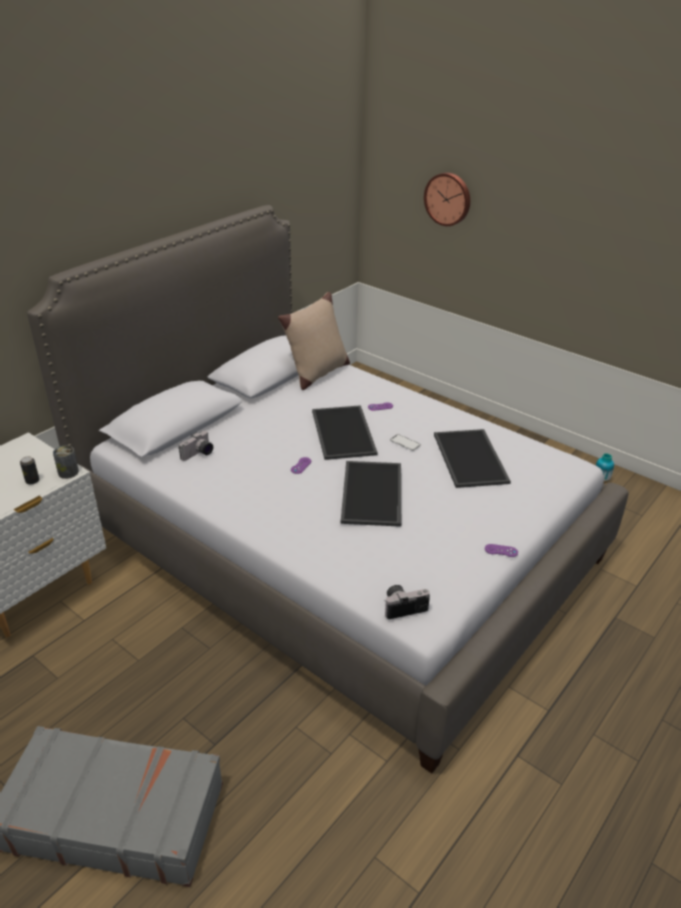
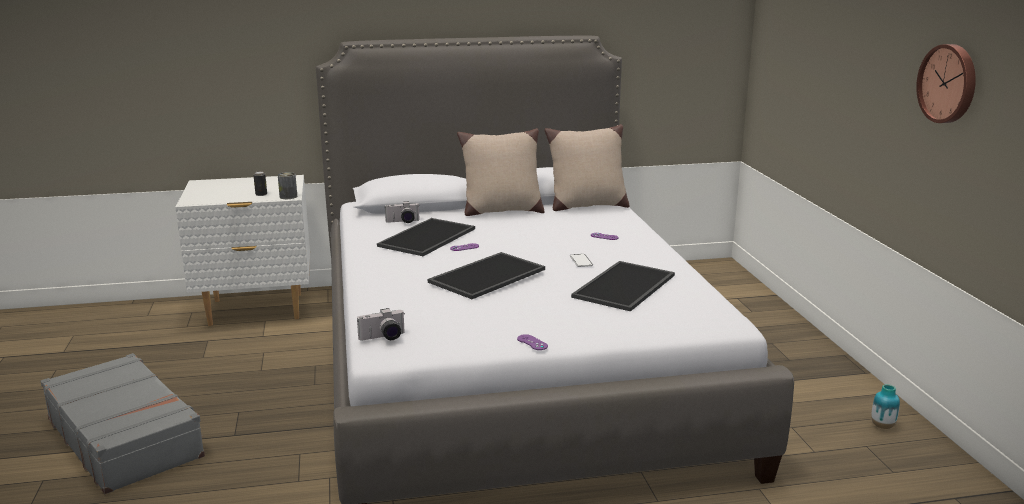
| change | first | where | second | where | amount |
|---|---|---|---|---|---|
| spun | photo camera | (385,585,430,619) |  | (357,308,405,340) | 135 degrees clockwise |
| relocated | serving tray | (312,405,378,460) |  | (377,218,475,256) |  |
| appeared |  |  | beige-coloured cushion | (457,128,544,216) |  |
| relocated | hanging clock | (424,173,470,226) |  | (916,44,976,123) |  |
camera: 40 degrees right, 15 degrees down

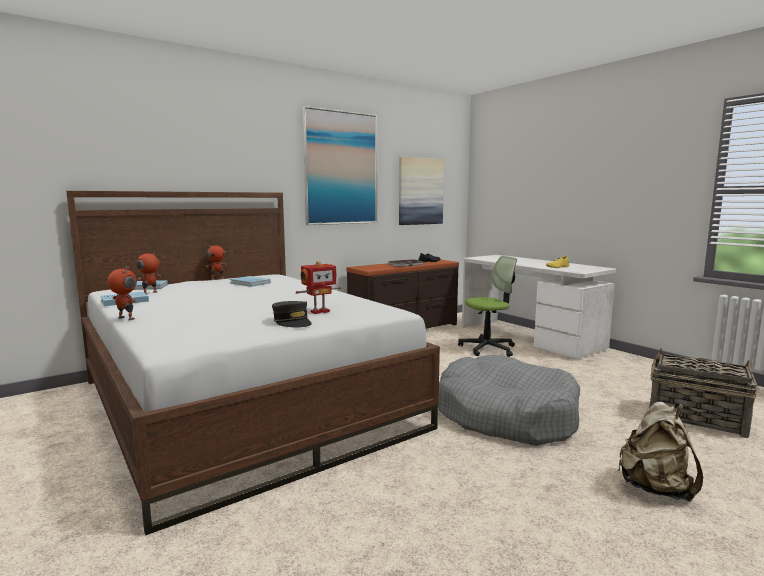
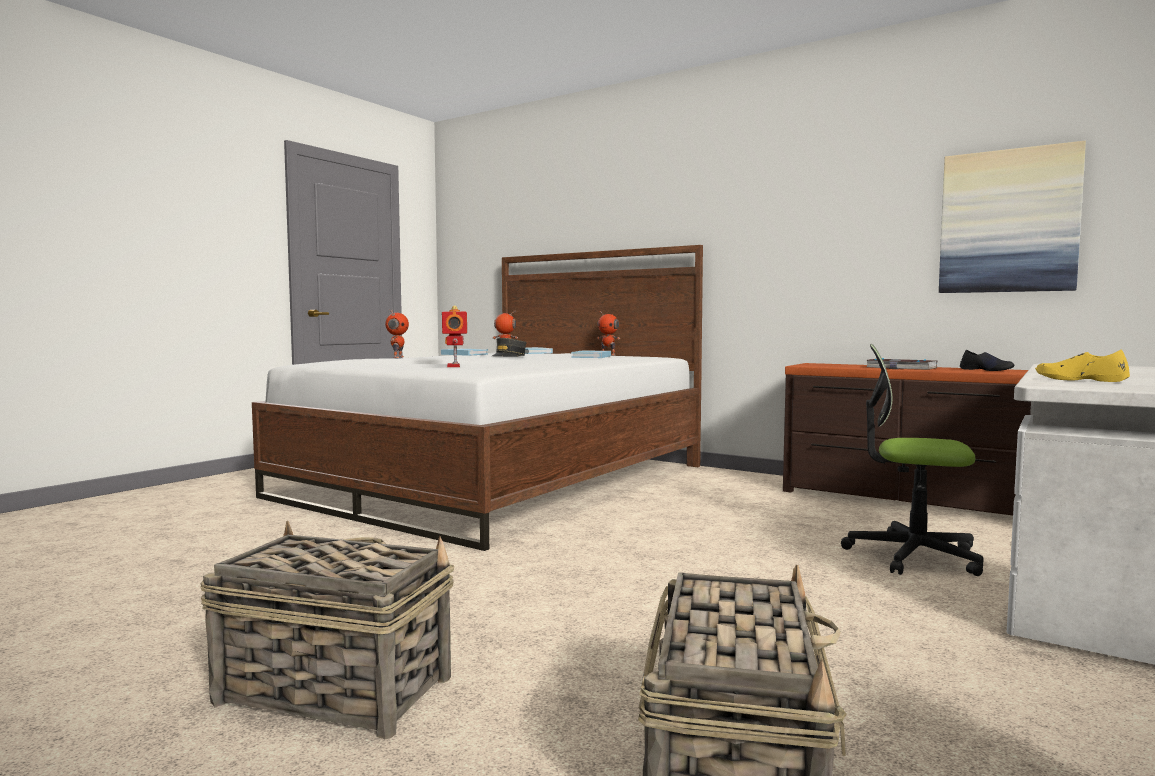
| change | first | where | second | where | amount |
|---|---|---|---|---|---|
| exchanged | beige-coloured backpack | (618,402,703,502) | storage basket | (200,521,454,739) |  |
| spun | robot figure | (296,260,341,314) |  | (442,305,467,367) | 45 degrees clockwise |
| relocated | gray cap | (272,301,312,328) |  | (492,338,527,357) |  |
| spun | computer chair | (458,256,517,357) |  | (841,344,984,576) | 150 degrees clockwise |
| missing | picture | (303,106,377,225) |  |  |  |
| missing | gray dog cushion | (438,355,580,446) |  |  |  |
camera: 70 degrees right, 5 degrees down

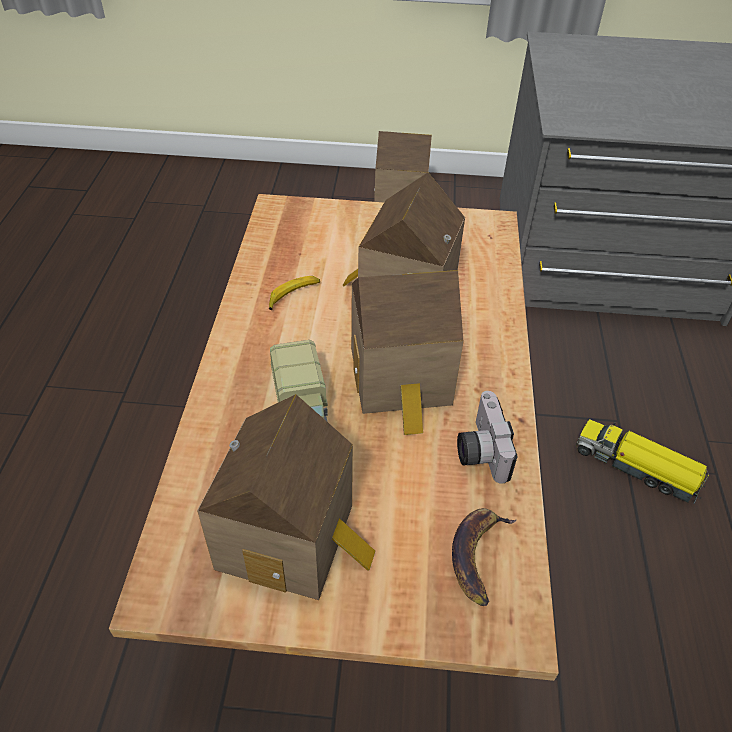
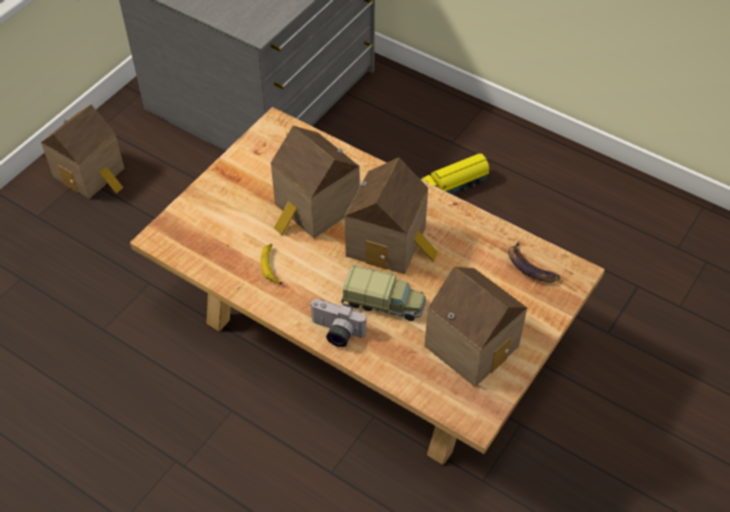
| change | first | where | second | where | amount |
|---|---|---|---|---|---|
| relocated | photo camera | (457,391,518,484) |  | (310,299,366,347) |  |
camera: 60 degrees left, 5 degrees up

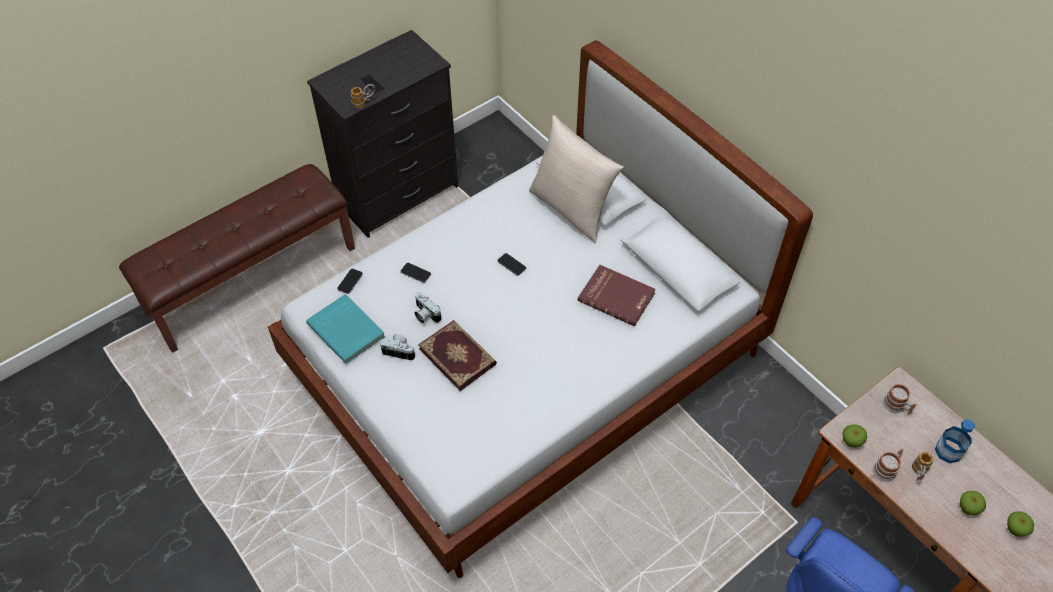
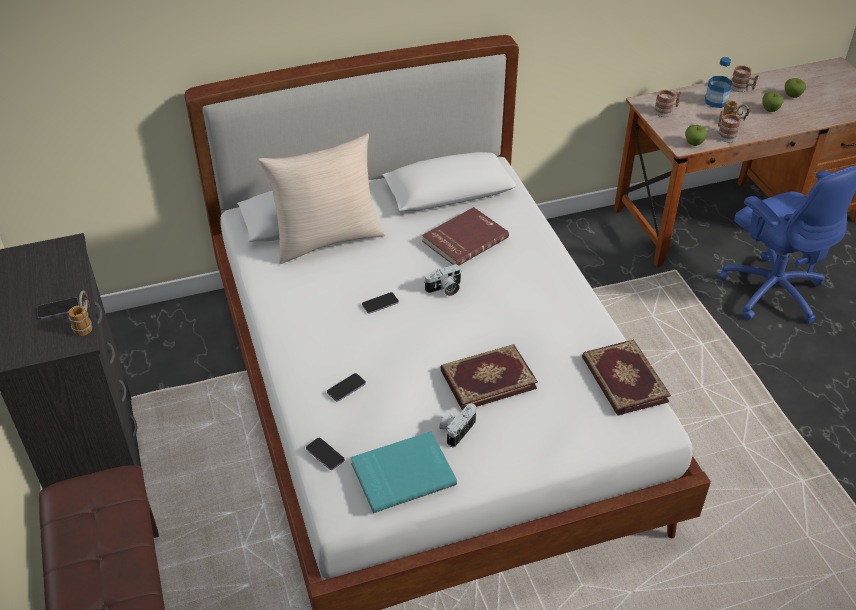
| change | first | where | second | where | amount |
|---|---|---|---|---|---|
| relocated | photo camera | (415,292,441,323) |  | (425,264,461,296) |  |
| appeared |  |  | volume | (582,339,671,416) |  |
| appeared |  |  | tea mug | (731,66,759,92) |  |
camera: 70 degrees left, 10 degrees down

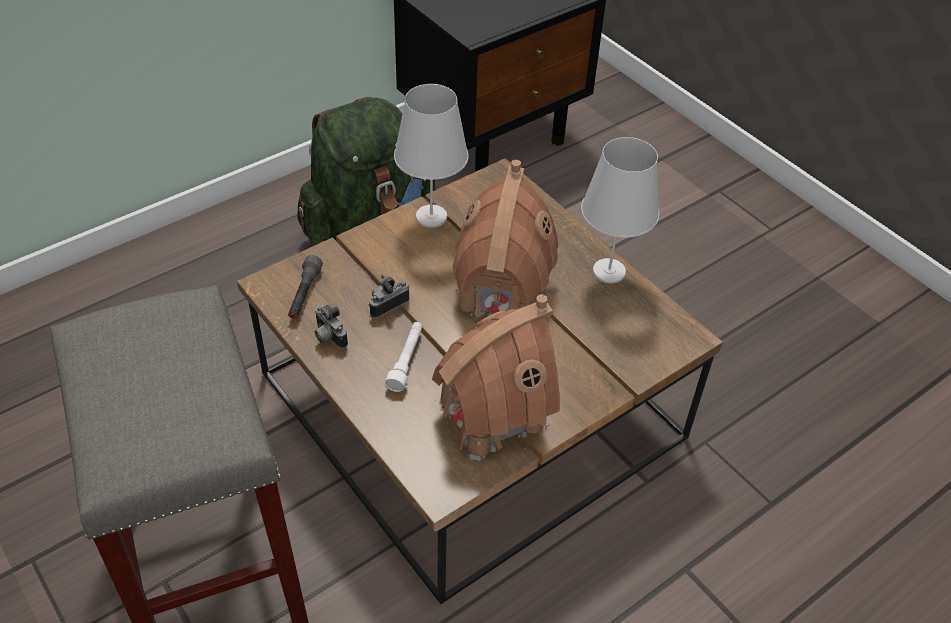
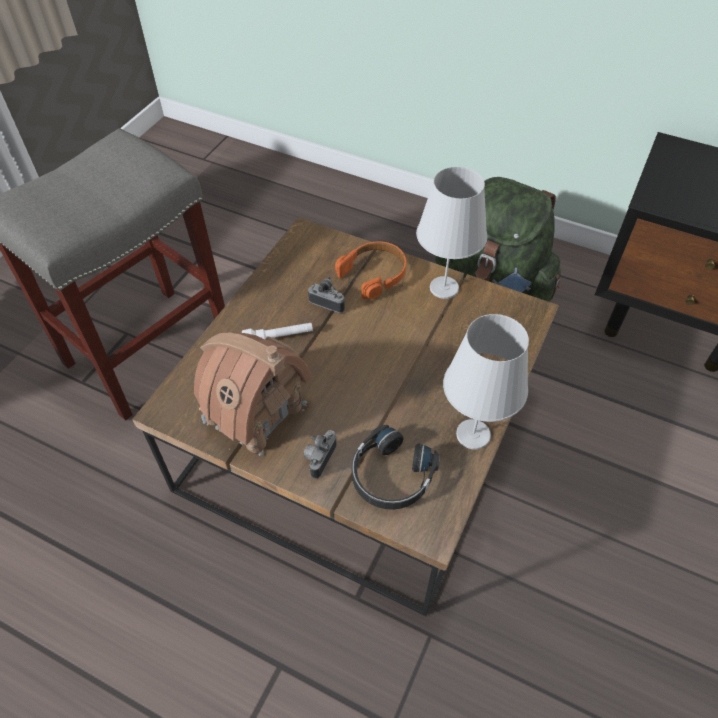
| change | first | where | second | where | amount |
|---|---|---|---|---|---|
| relocated | photo camera | (315,304,348,349) |  | (303,430,337,479) |  |
| appeared |  |  | orange headphones | (335,241,406,299) |  |
| appeared |  |  | blackish headphones | (352,425,439,510) |  |
| missing | gray flashlight | (288,255,323,319) |  |  |  |
| missing | model house | (453,160,558,317) |  |  |  |
camera: 65 degrees right, 5 degrees up

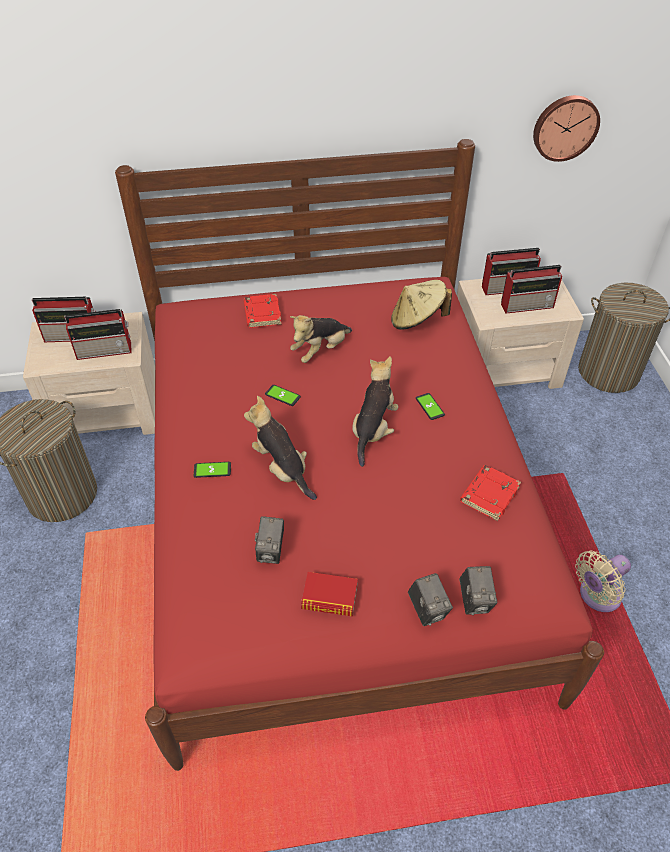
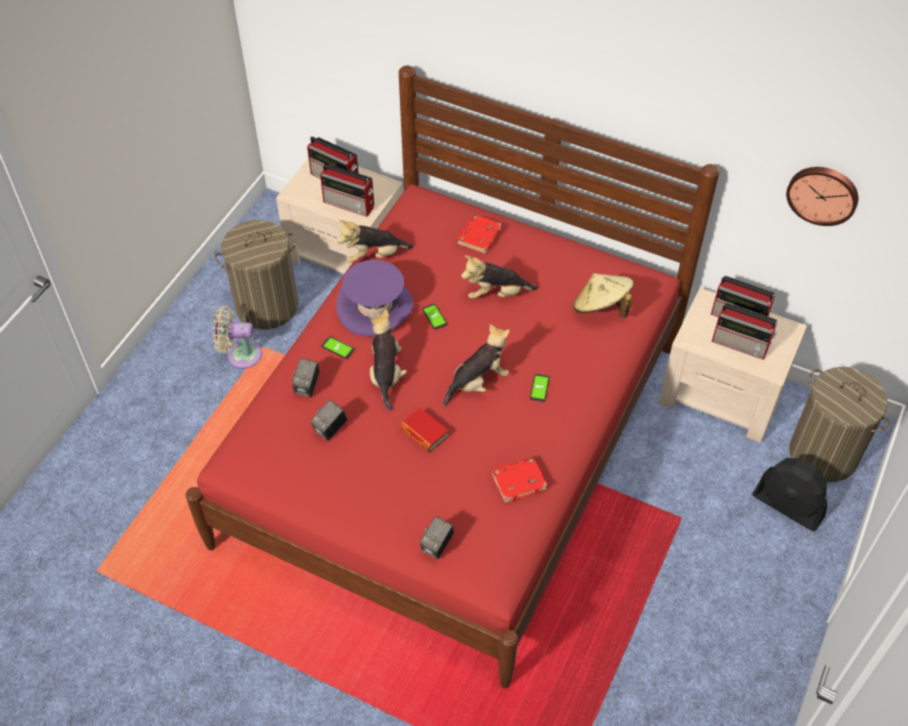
| change | first | where | second | where | amount |
|---|---|---|---|---|---|
| relocated | beige-coloured electric fan | (575,551,631,612) |  | (213,306,262,369) |  |
| relocated | photo camera | (408,573,453,626) |  | (292,358,320,397) |  |
| appeared |  |  | purplish clothing hat | (336,260,414,337) |  |
| appeared |  |  | cuddly toy | (338,220,414,263) |  |
| relocated | volume | (301,572,358,616) |  | (400,408,449,453) |  |
| appeared |  |  | blackish electric fan | (752,458,827,532) |  |
camera: 35 degrees right, 5 degrees up

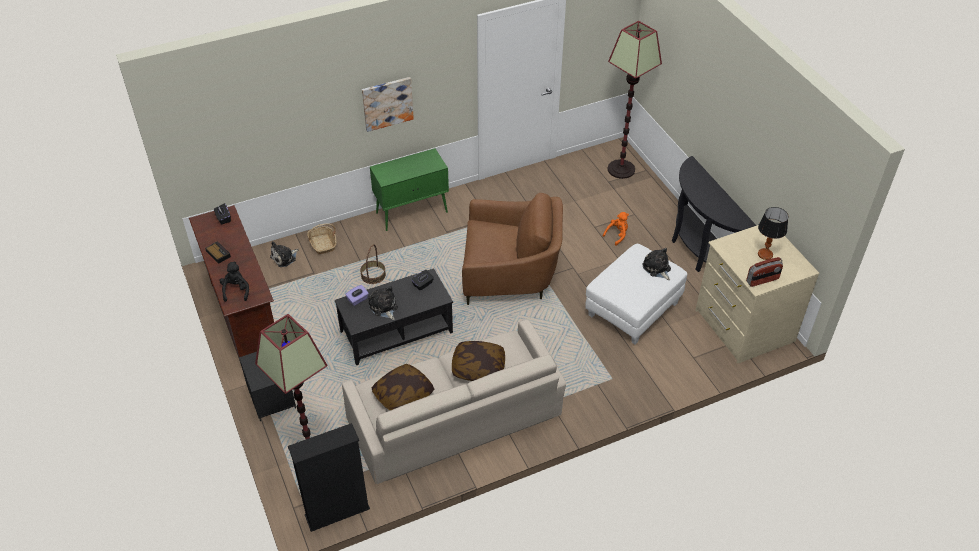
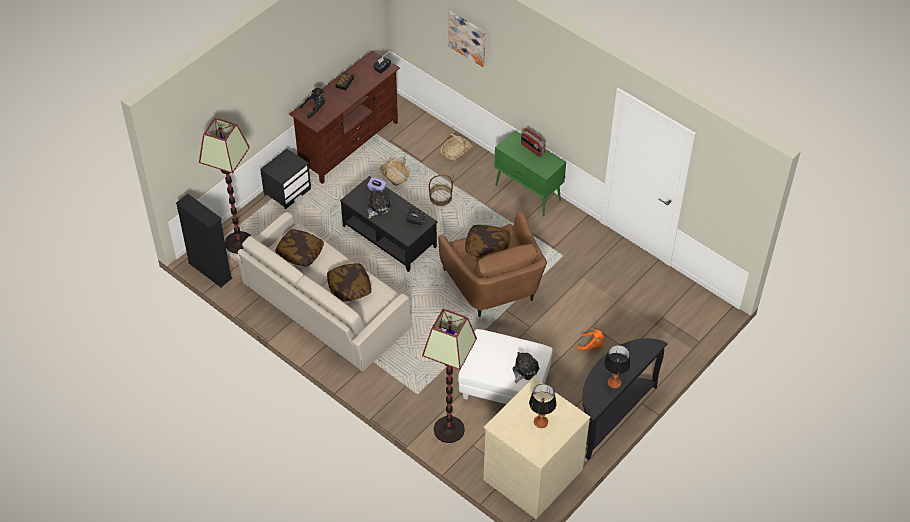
| change | first | where | second | where | amount |
|---|---|---|---|---|---|
| appeared |  |  | storage basket | (379,157,410,186) |  |
| relocated | standard lamp | (607,21,662,179) |  | (422,309,477,443) |  |
| relocated | picture | (362,77,414,132) |  | (448,11,486,67) |  |
| appeared |  |  | cushion | (465,225,510,258) |  |
| relocated | radio | (746,257,783,287) |  | (521,128,546,157) |  |
| appeared |  |  | table lamp | (604,345,631,389) |  |
| missing | cuddly toy | (270,241,299,267) |  |  |  |
camera: 65 degrees right, 5 degrees up

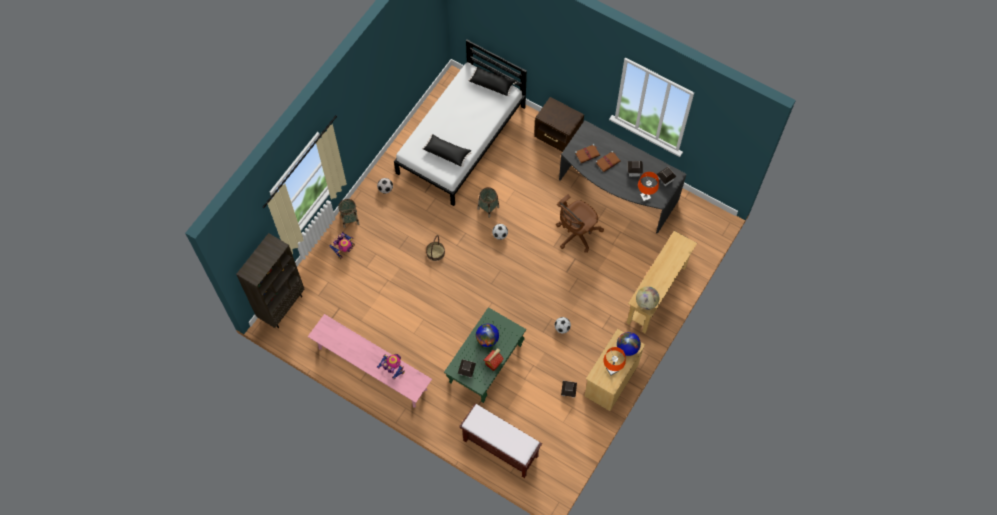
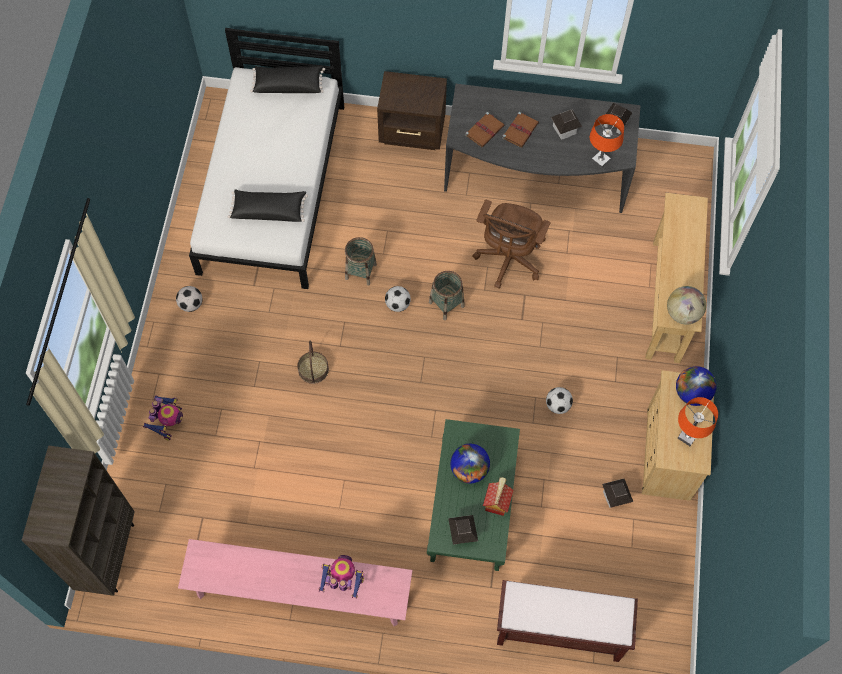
| change | first | where | second | where | amount |
|---|---|---|---|---|---|
| relocated | storage basket | (338,199,359,228) |  | (429,271,465,320) |  |
camera: 25 degrees left, 0 degrees up

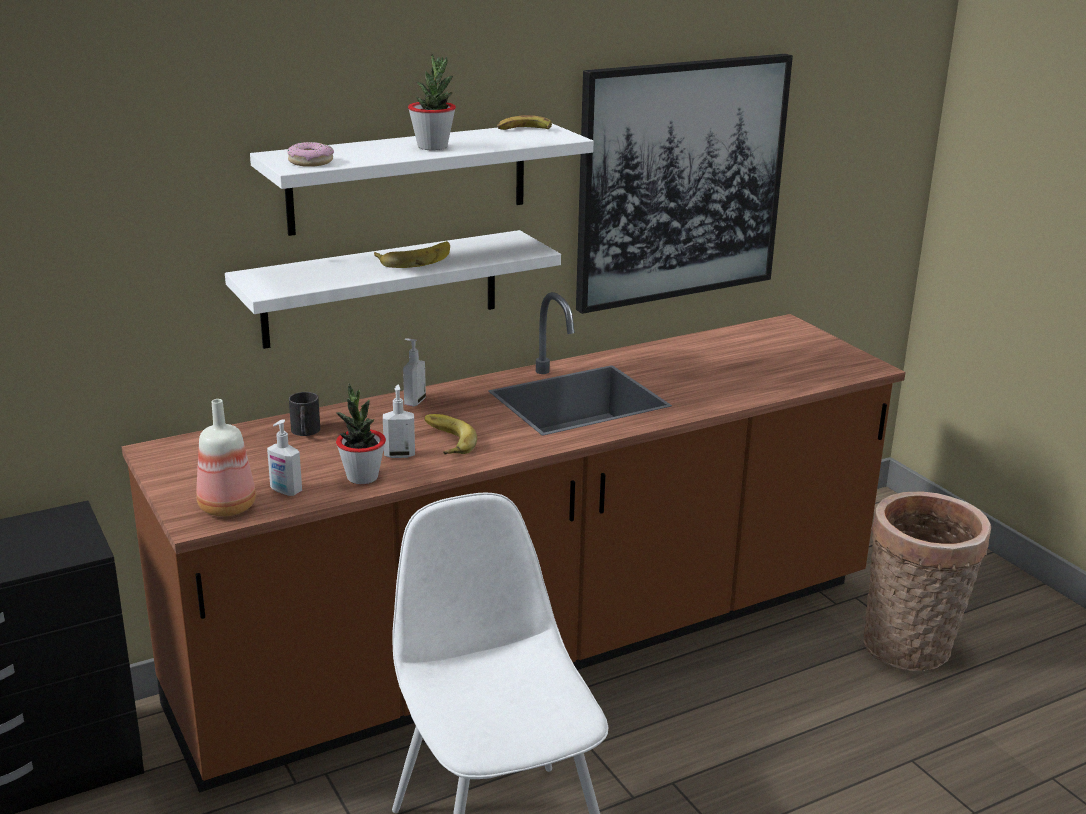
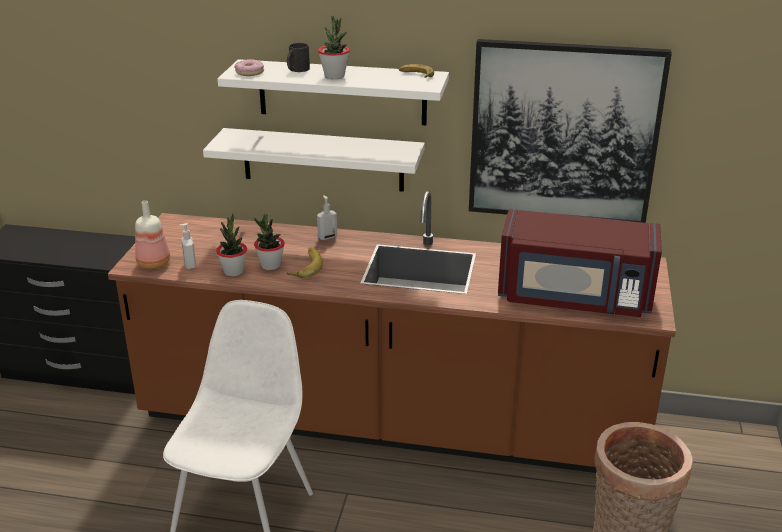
| change | first | where | second | where | amount |
|---|---|---|---|---|---|
| exchanged | liquid soap bottle | (383,385,415,458) | plant in a pot | (254,214,285,270) |  |
| relocated | blackish tea mug | (289,392,320,436) |  | (287,43,310,72) |  |
| appeared |  |  | red-coloured microwave | (498,209,662,317) |  |
| missing | whole banana | (374,241,450,268) |  |  |  |
camera: 40 degrees right, 5 degrees up

